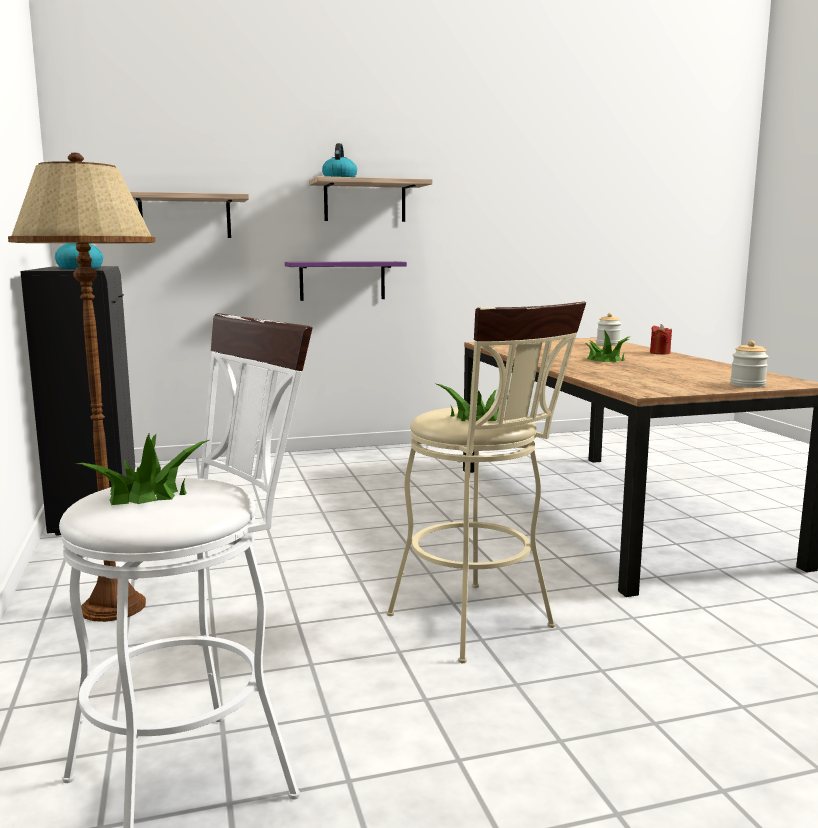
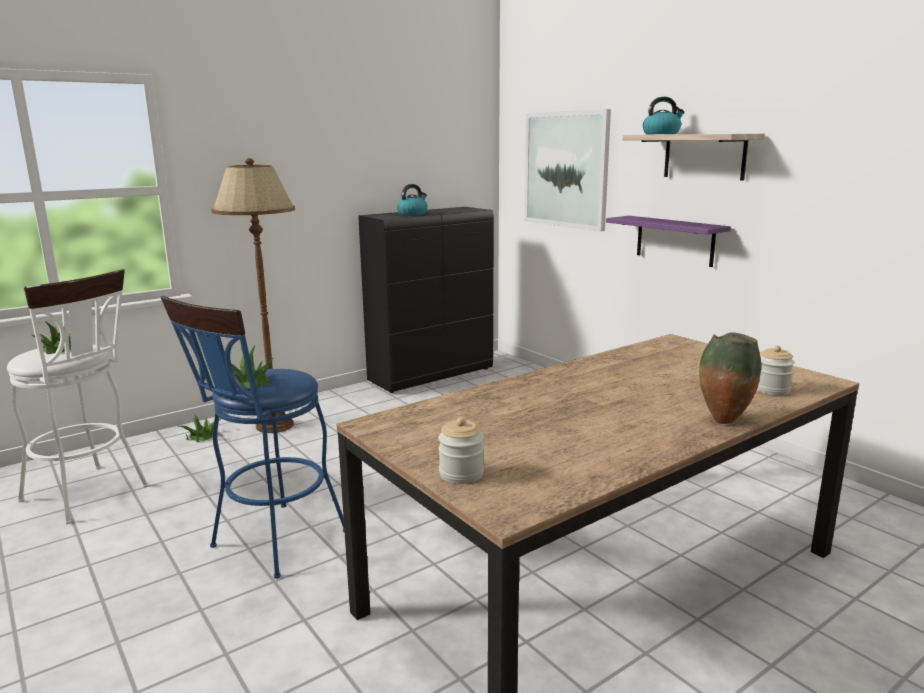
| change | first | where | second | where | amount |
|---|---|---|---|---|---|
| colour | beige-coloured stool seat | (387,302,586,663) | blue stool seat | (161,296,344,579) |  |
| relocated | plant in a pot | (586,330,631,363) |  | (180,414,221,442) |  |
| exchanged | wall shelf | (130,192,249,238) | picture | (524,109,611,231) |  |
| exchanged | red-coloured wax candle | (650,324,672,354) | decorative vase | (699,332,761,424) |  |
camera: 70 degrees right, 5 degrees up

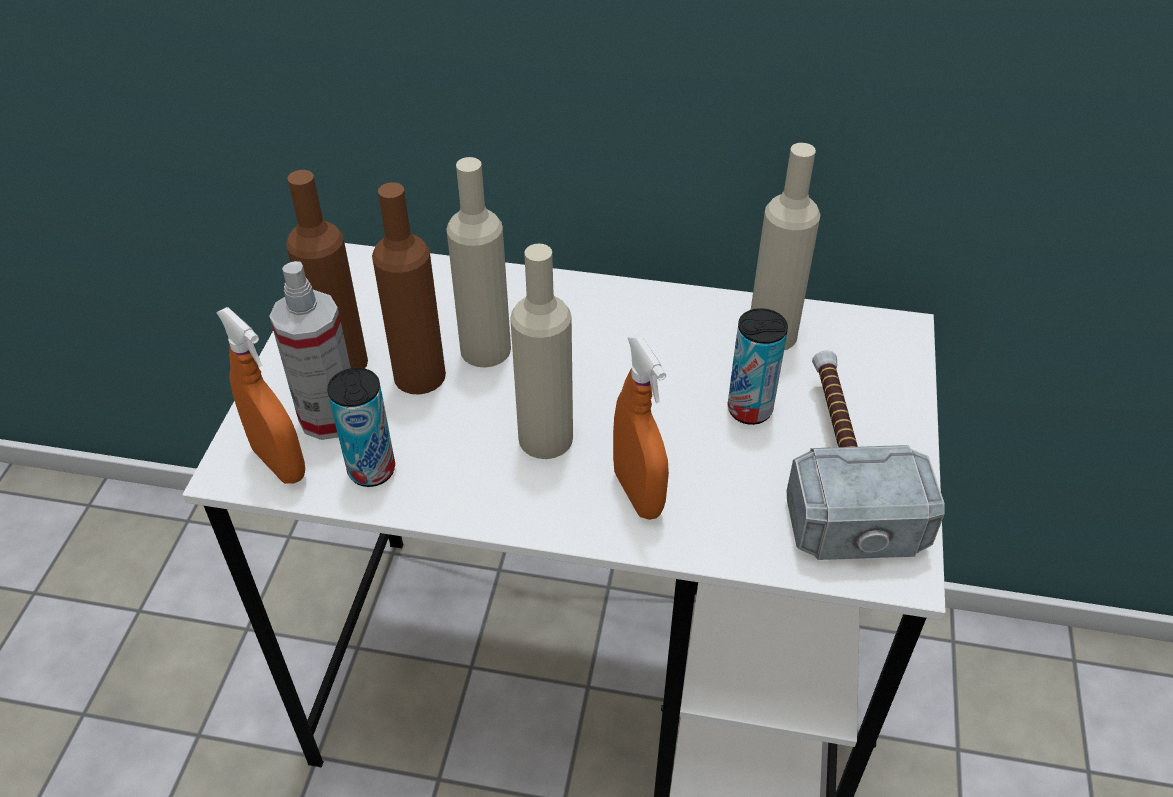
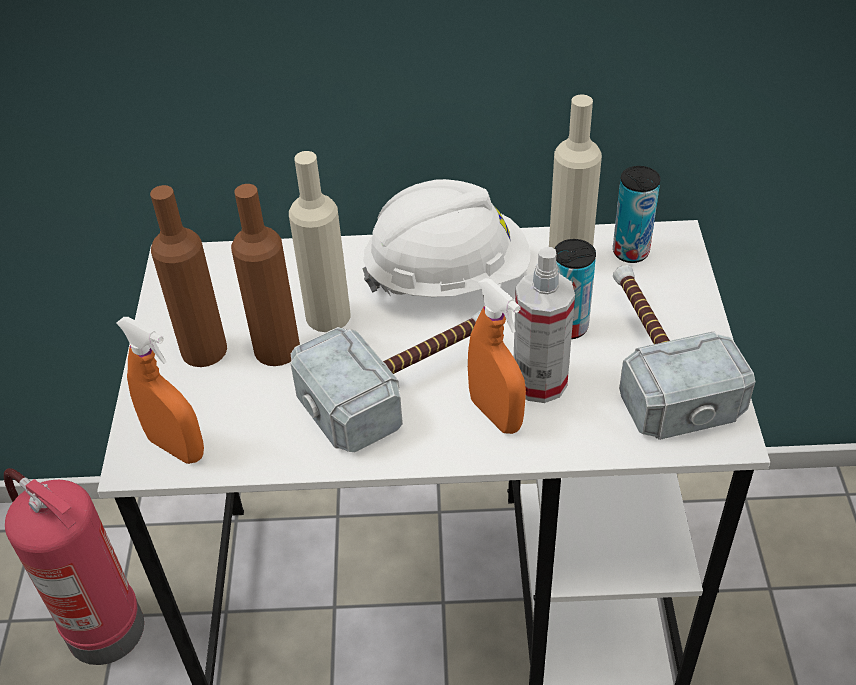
| change | first | where | second | where | amount |
|---|---|---|---|---|---|
| appeared |  |  | fire-fighting cylinder | (4,468,144,665) |  |
| exchanged | beige-coloured beverage bottle | (510,244,573,459) | hammer | (290,310,482,452) |  |
| appeared |  |  | whitish safety helmet | (362,179,531,297) |  |
| relocated | sprayer | (269,261,351,440) |  | (514,247,575,403) |  |
| relocated | can | (327,368,395,487) |  | (613,166,661,263) |  |
camera: 10 degrees left, 0 degrees up

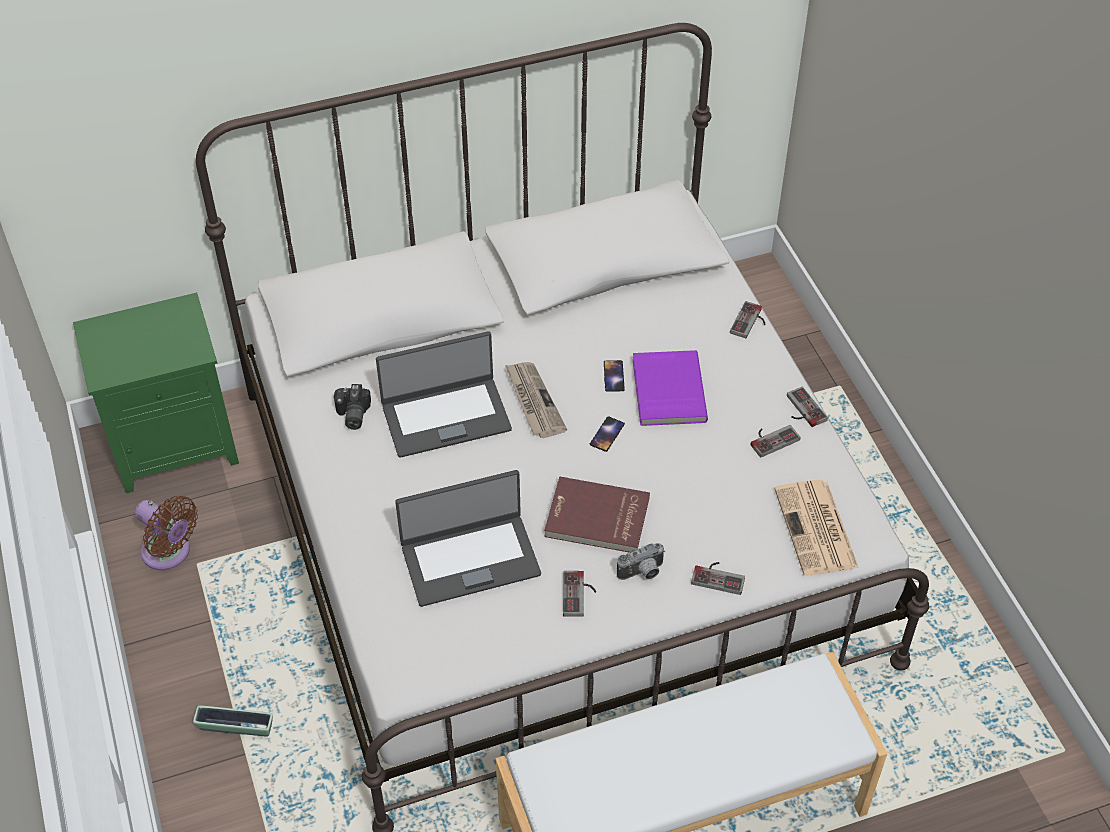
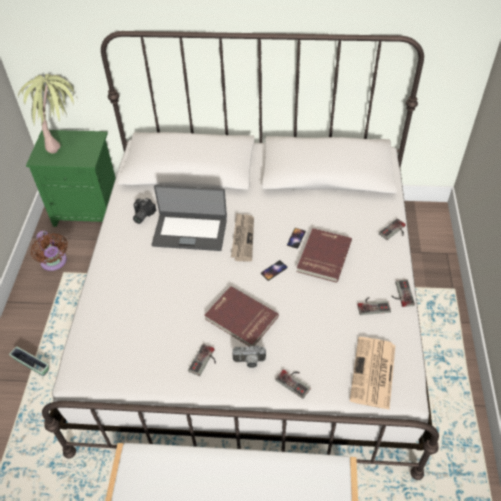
| change | first | where | second | where | amount |
|---|---|---|---|---|---|
| appeared |  |  | plant in a pot | (18,74,77,154) |  |
| colour | purplish volume | (633,350,708,426) | red-coloured volume | (296,228,352,283) |  |
| missing | portable computer | (395,470,541,607) |  |  |  |
camera: 25 degrees right, 0 degrees up

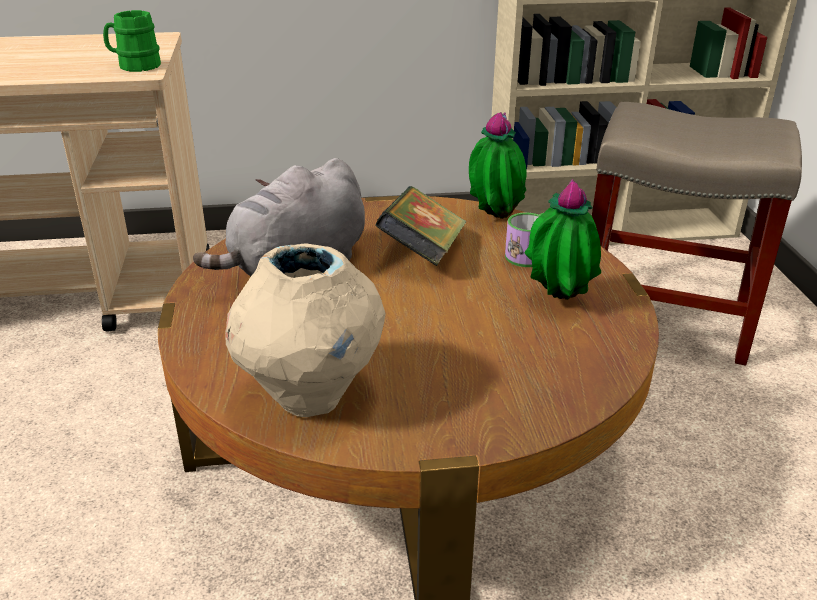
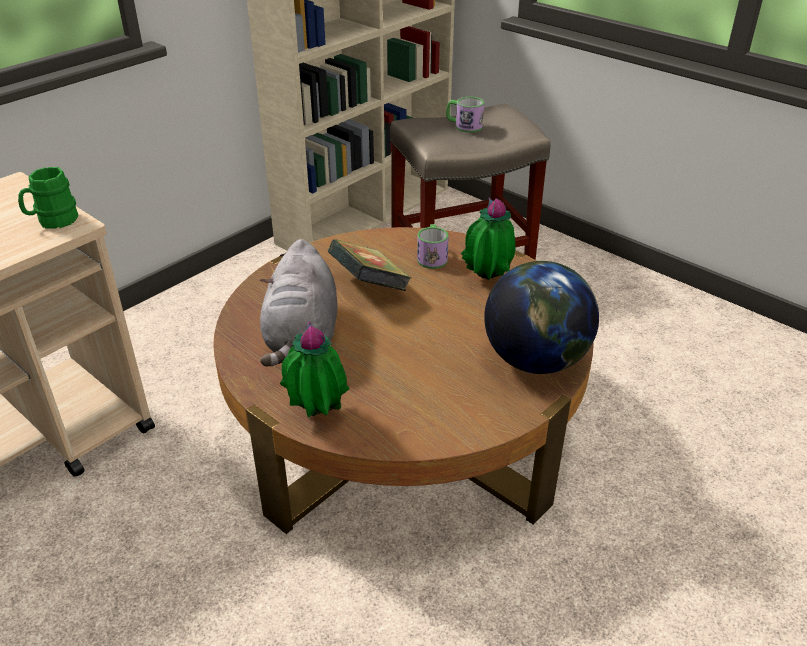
| change | first | where | second | where | amount |
|---|---|---|---|---|---|
| relocated | plant in a pot | (469,112,527,219) |  | (280,321,349,418) |  |
| appeared |  |  | tea mug | (446,97,484,133) |  |
| appeared |  |  | desk globe | (484,261,599,374) |  |
| missing | beige-coloured decorative vase | (225,243,385,417) |  |  |  |
camera: 40 degrees left, 5 degrees up

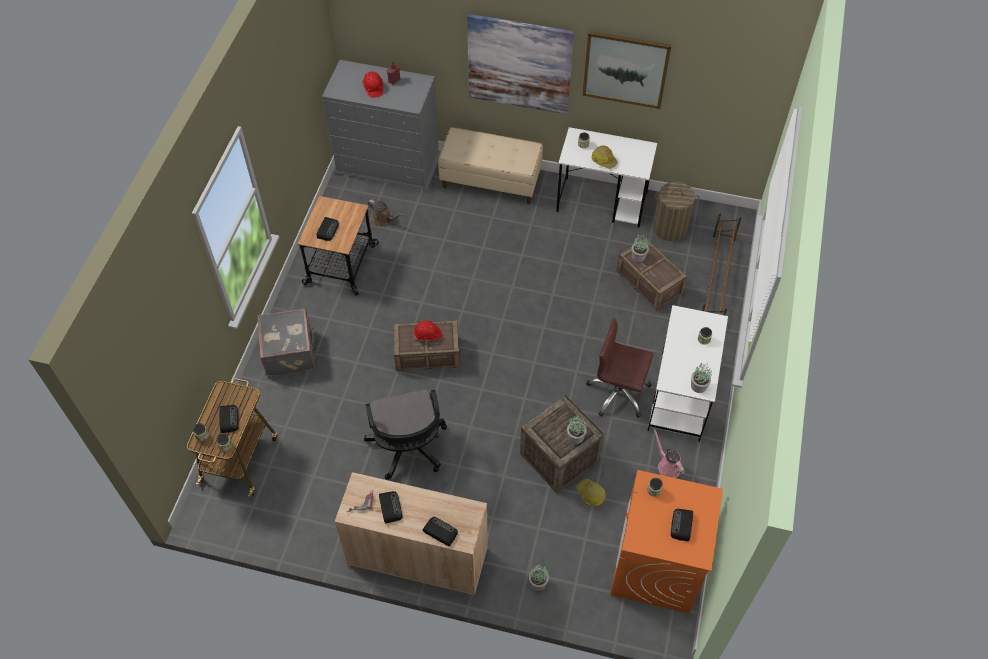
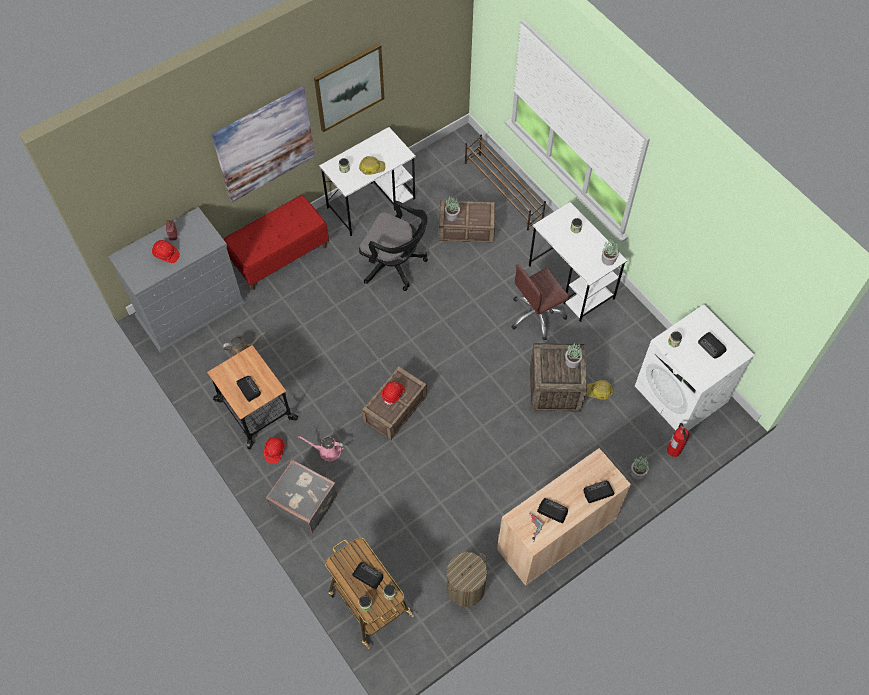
| change | first | where | second | where | amount |
|---|---|---|---|---|---|
| colour | beige-coloured long seat | (438,127,543,204) | red-coloured long seat | (223,195,329,290) |  |
| appeared |  |  | red-coloured safety helmet | (264,437,285,464) |  |
| relocated | pink-coloured watering pot | (653,429,685,478) |  | (298,436,345,461) |  |
| relocated | blackish computer chair | (364,389,447,480) |  | (359,201,428,291) |  |
| relocated | washing basket | (653,182,700,241) |  | (446,552,488,607) |  |
| colour | orange laundry appliance | (610,470,723,614) | whitish laundry appliance | (635,304,755,431) |  |
| appeared |  |  | fire-fighting cylinder | (667,423,689,457) |  |
camera: 50 degrees left, 5 degrees up

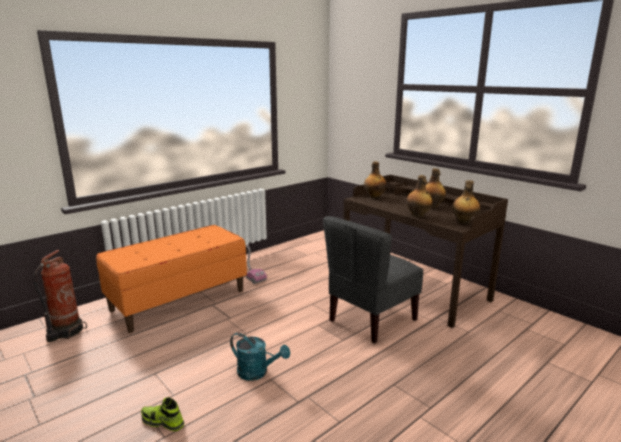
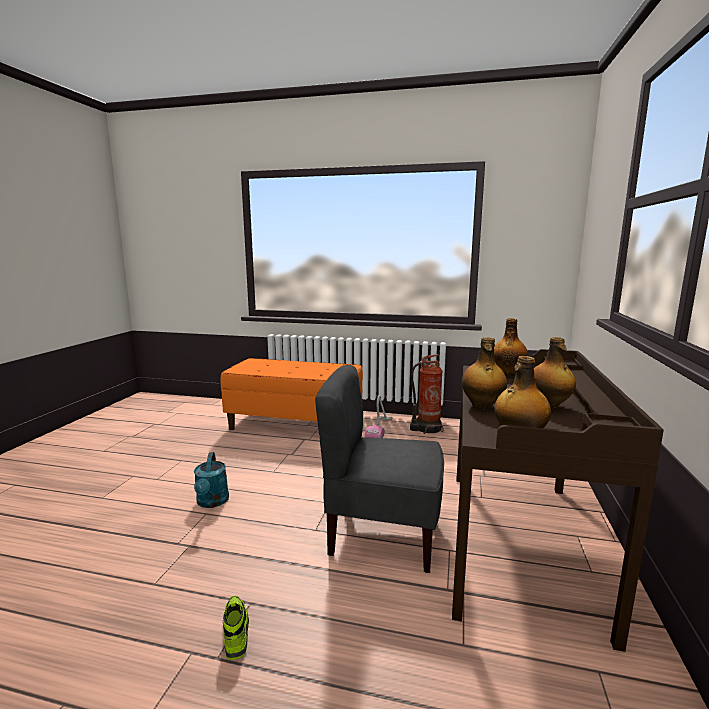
| change | first | where | second | where | amount |
|---|---|---|---|---|---|
| relocated | shoe | (141,397,184,431) |  | (223,596,249,660) |  |
| relocated | fire-fighting cylinder | (33,250,87,342) |  | (410,354,443,434) |  |
camera: 55 degrees right, 5 degrees down

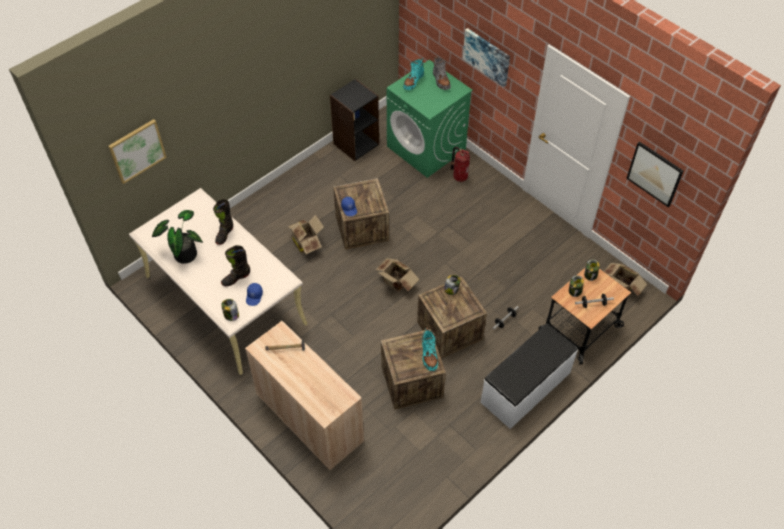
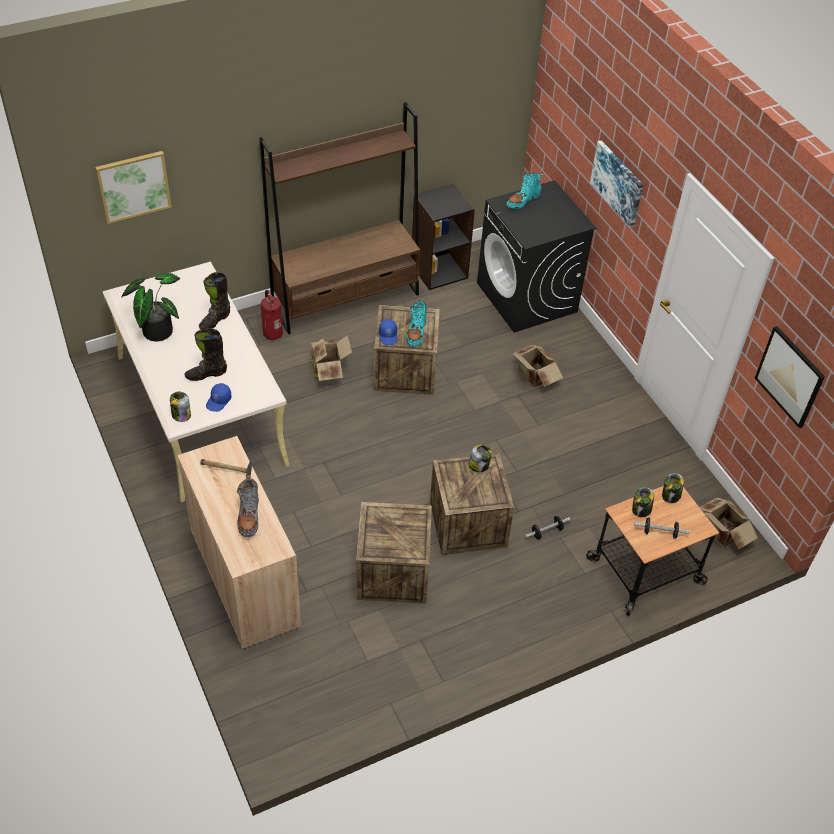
| change | first | where | second | where | amount |
|---|---|---|---|---|---|
| relocated | gray tall boot | (433,56,451,90) |  | (236,475,259,537) |  |
| appeared |  |  | brown-coloured bookcase | (259,102,420,334) |  |
| relocated | fire-fighting cylinder | (451,147,470,182) |  | (261,290,283,340) |  |
| relocated | turquoise-coloured tall boot | (422,327,438,371) |  | (406,299,427,346) |  |
| colour | greenish laundry appliance | (387,60,473,178) | blackish laundry appliance | (477,180,596,333) |  |
| relocated | carton | (376,258,420,292) |  | (513,344,563,388) |  |
| missing | whitish long seat | (481,323,578,429) |  |  |  |
camera: 15 degrees right, 5 degrees down

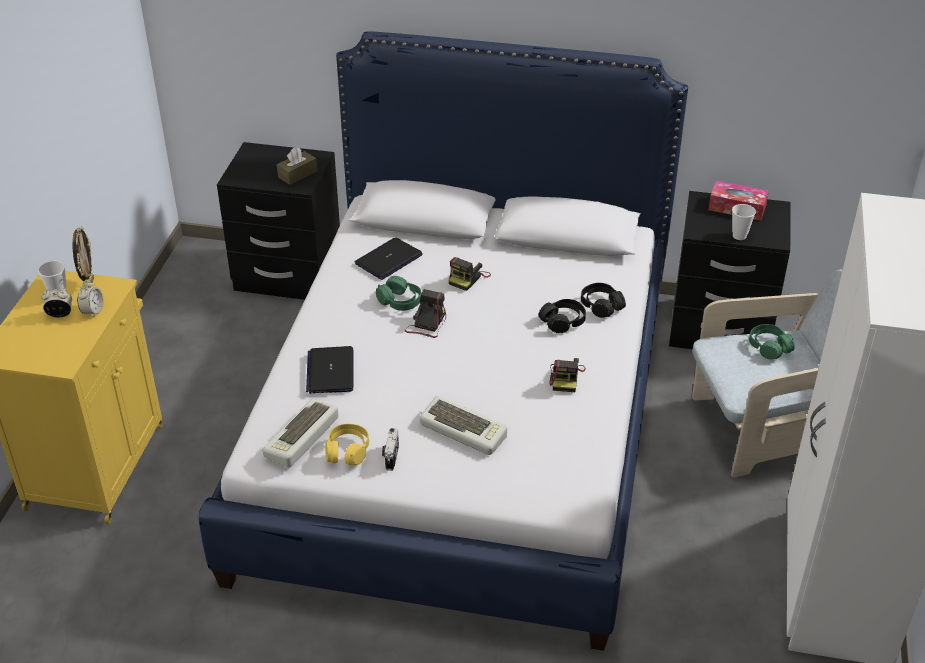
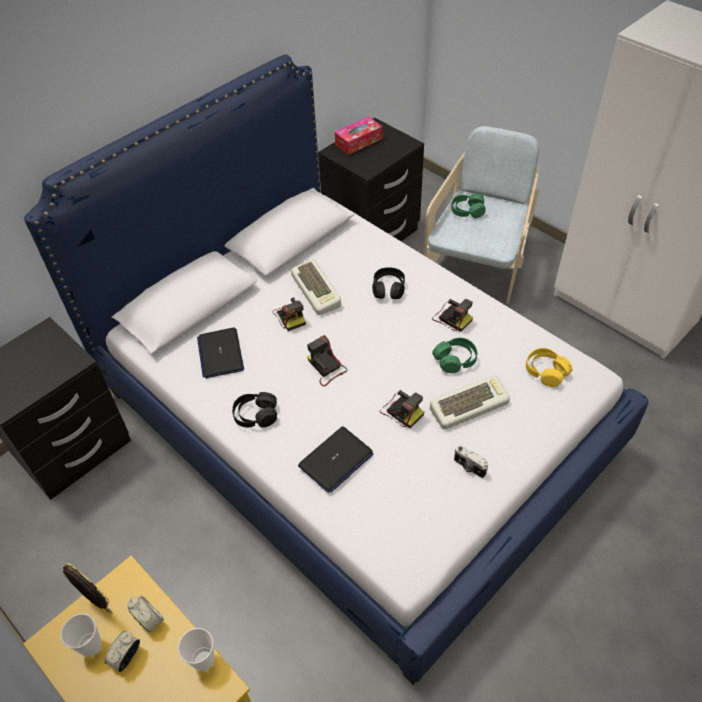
| change | first | where | second | where | amount |
|---|---|---|---|---|---|
| relocated | drinking cup | (732,204,756,240) |  | (178,628,214,671) |  |
| relocated | blackish headphones | (581,283,626,318) |  | (232,392,277,428) |  |
| relocated | keyboard | (263,399,339,468) |  | (291,259,341,315) |  |
| spun | portable computer | (306,346,353,394) |  | (298,427,374,493) | 75 degrees counterclockwise |
| appeared |  |  | photo camera | (380,390,424,428) |  |
| relocated | greenish headphones | (376,276,421,311) |  | (432,338,478,373) |  |
| relocated | yellowish headphones | (325,424,369,466) |  | (526,348,572,387) |  |
| missing | brown-coloured box of tissues | (277,147,317,185) |  |  |  |
camera: 55 degrees left, 10 degrees up

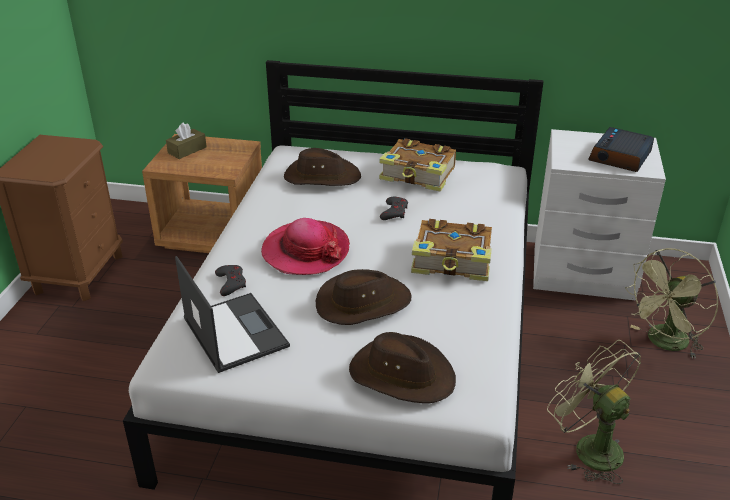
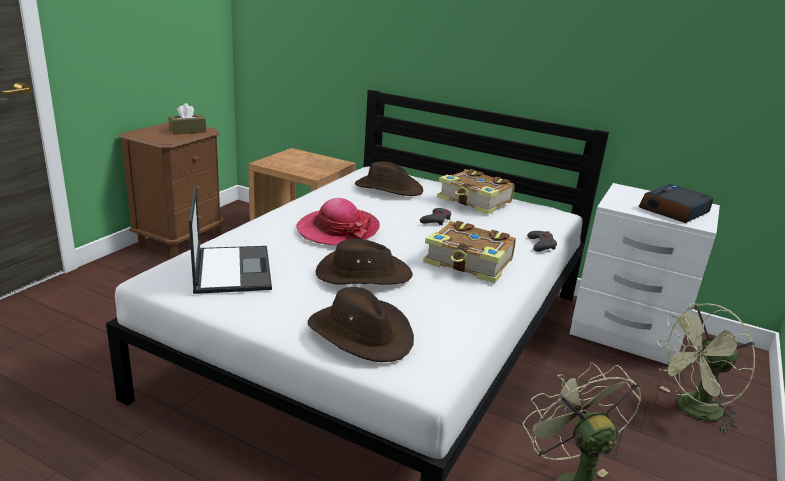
| change | first | where | second | where | amount |
|---|---|---|---|---|---|
| relocated | brown-coloured box of tissues | (166,122,207,159) |  | (168,103,206,134) |  |
| relocated | gray gamepad | (215,265,246,296) |  | (527,231,557,252) |  |
camera: 15 degrees right, 10 degrees down

